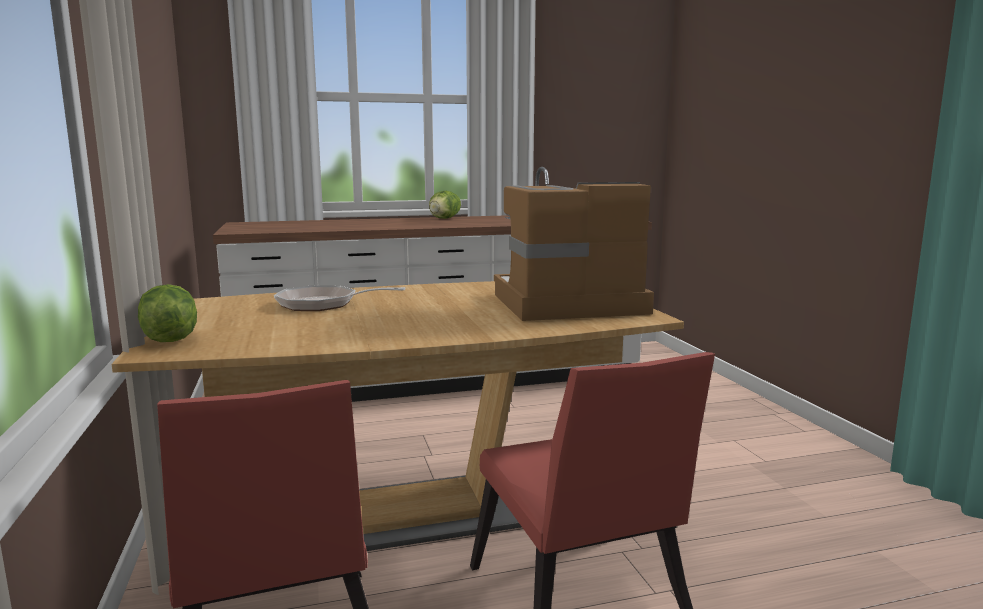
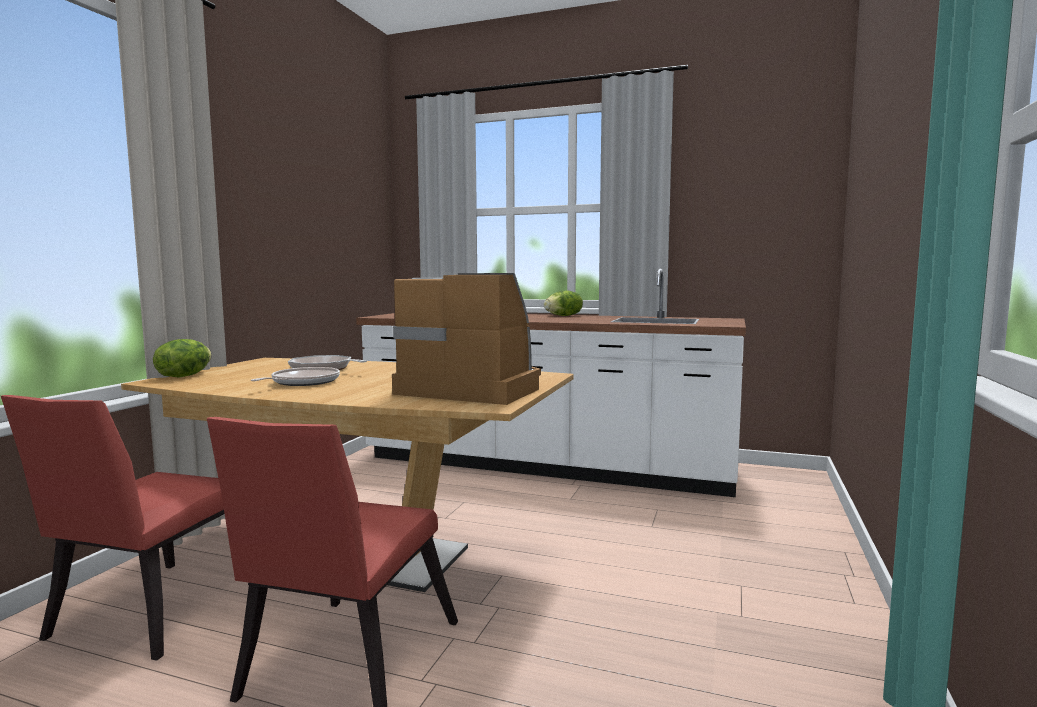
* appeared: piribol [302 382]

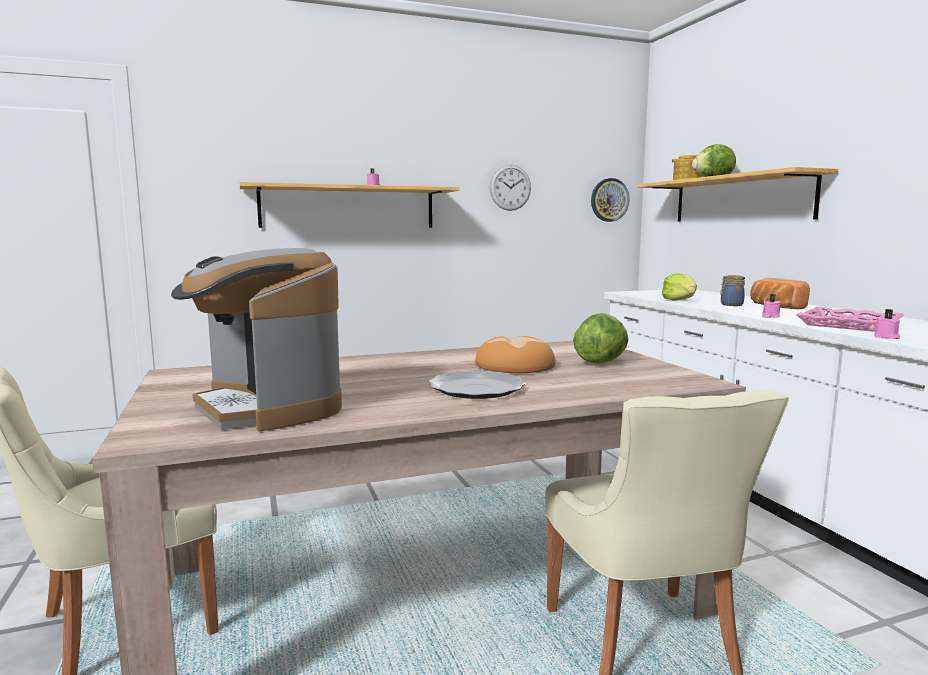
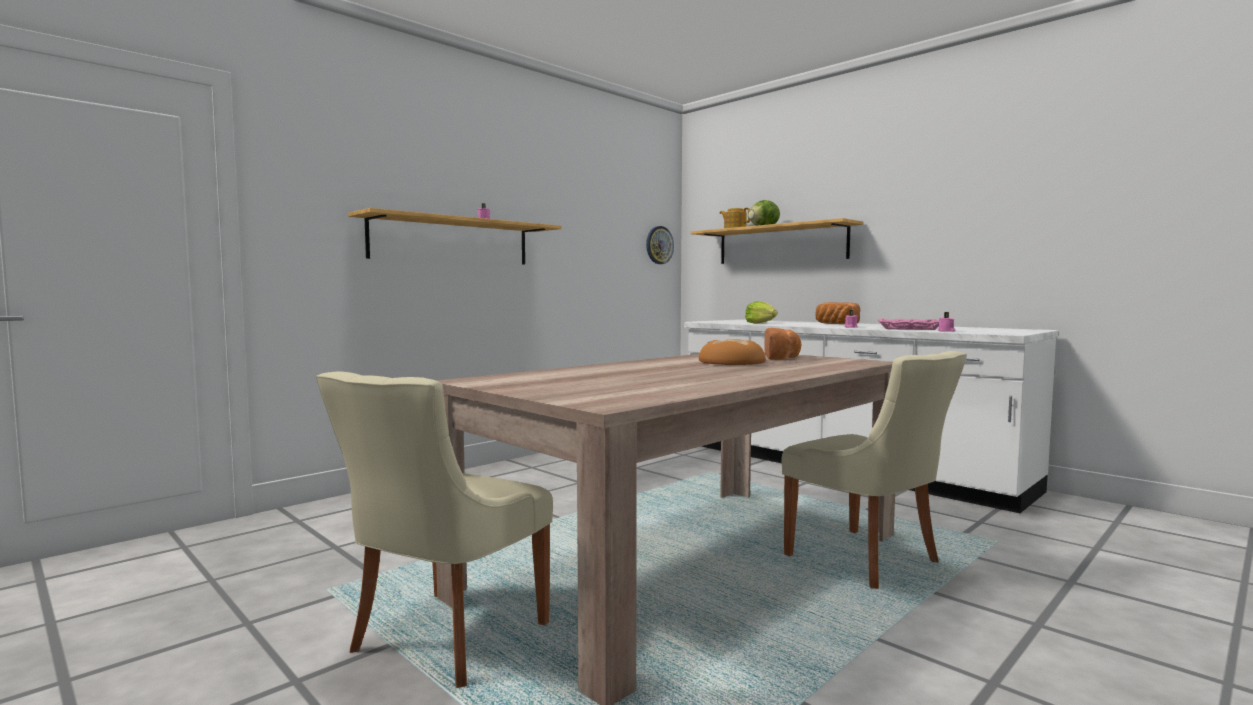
* missing: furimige [267 408]
* missing: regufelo [476 388]
* missing: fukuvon [510 187]
* missing: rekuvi [730 305]
* exchanged: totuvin [601 362] to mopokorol [782 358]

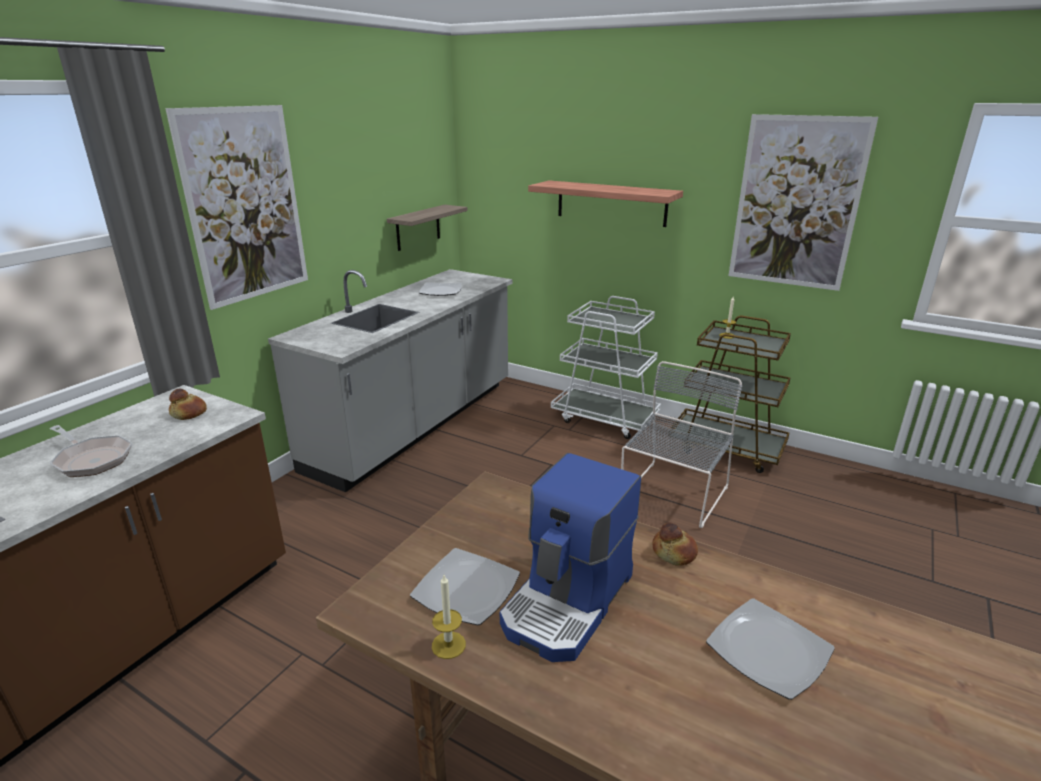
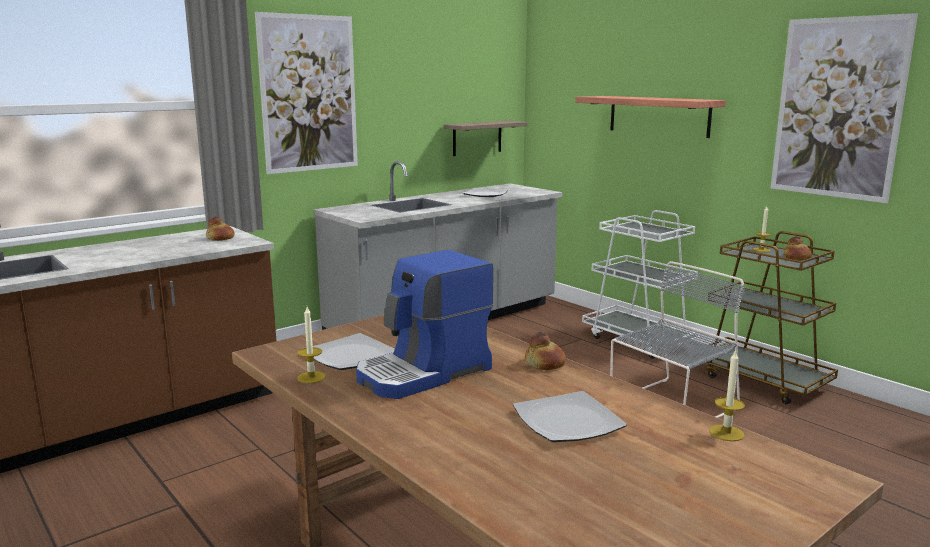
* missing: piribol [91 459]
* appeared: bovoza [726 433]
* appeared: mopokorol [797 257]

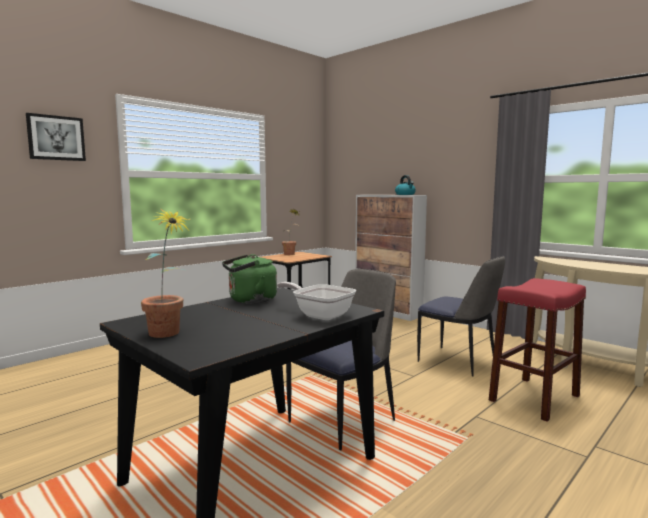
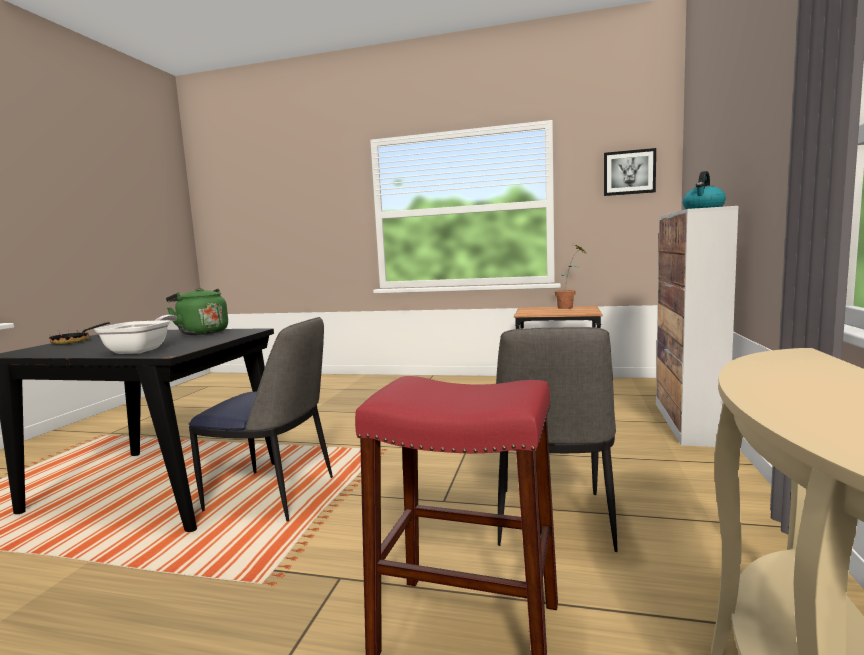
* relocated: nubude [56 138] to [629 172]
* exchanged: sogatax [168 335] to piribol [76 341]

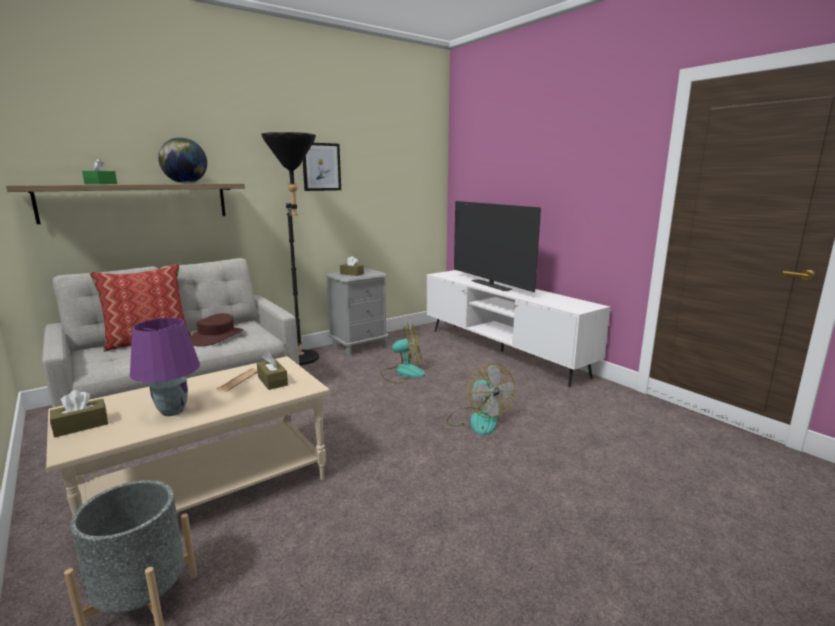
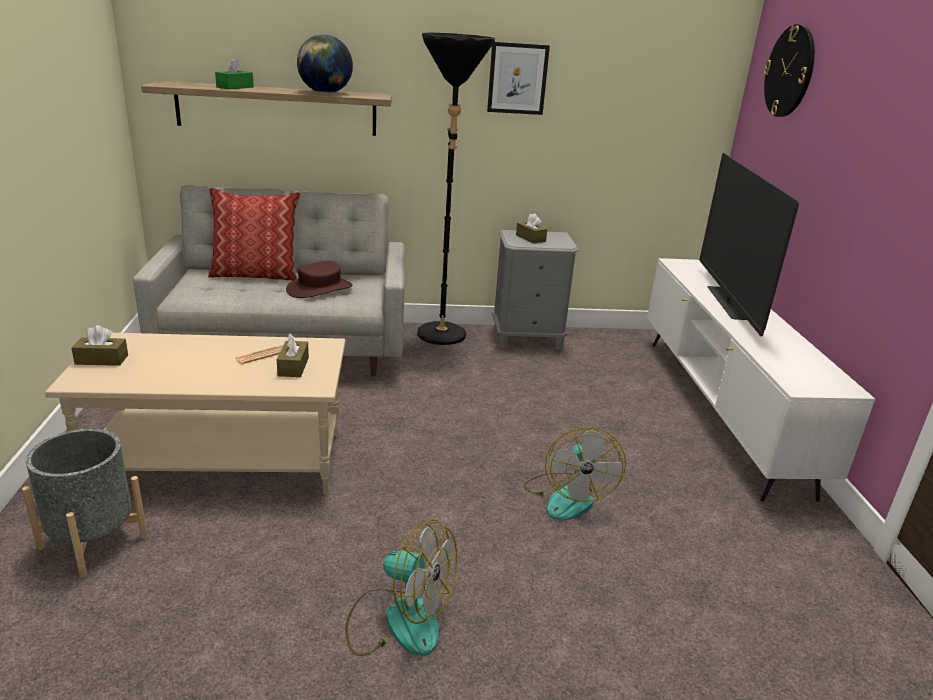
* missing: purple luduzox [172 411]
* appeared: fukuvon [789 71]
* relocated: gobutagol [403 373] to [398 620]

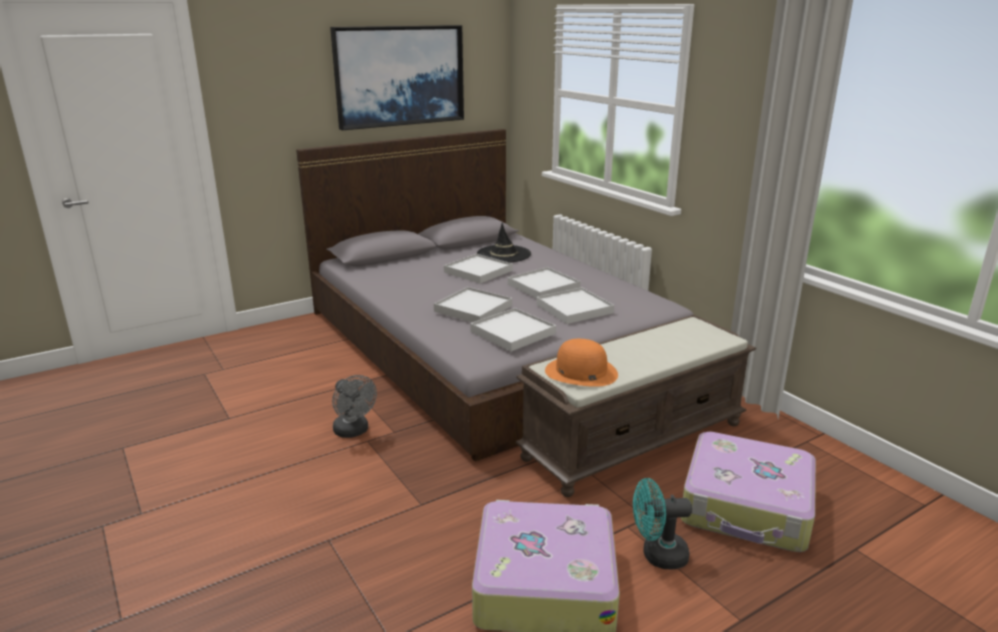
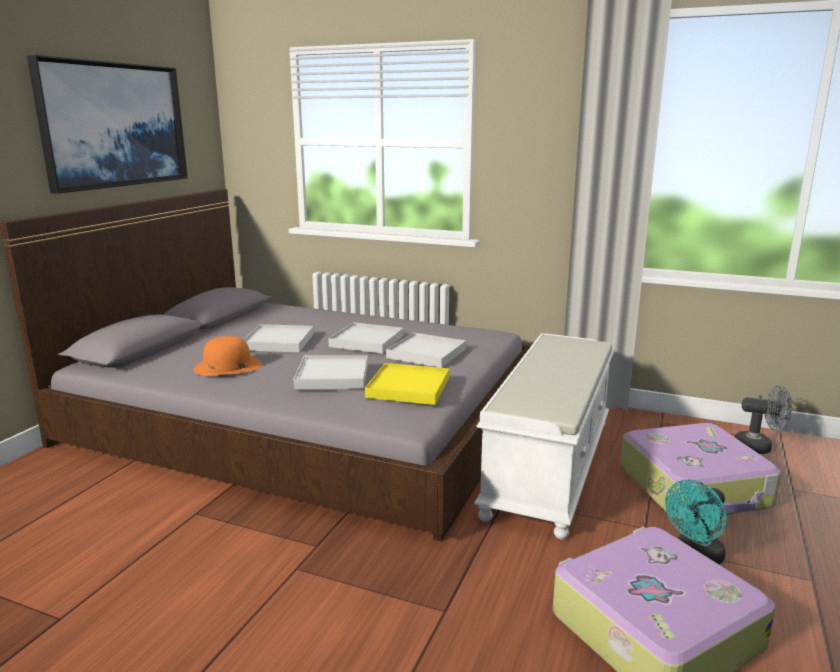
* missing: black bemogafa [504 254]
* relocated: grey gobutagol [354 432] to [758 447]
* relocated: orange bemogafa [580 372] to [227 366]
* colour: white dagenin [513 332] to yellow dagenin [408 387]
* colour: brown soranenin [633 439] to white soranenin [548 465]

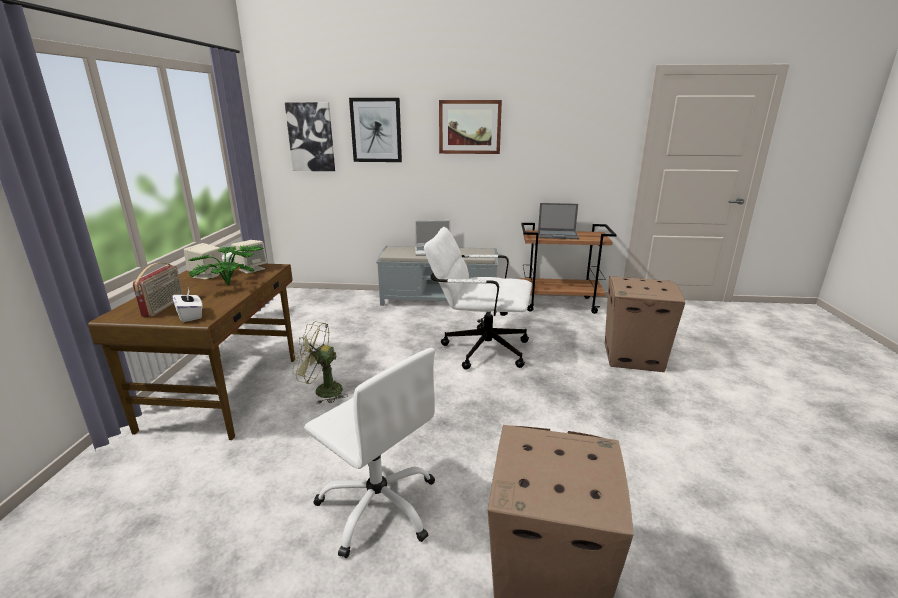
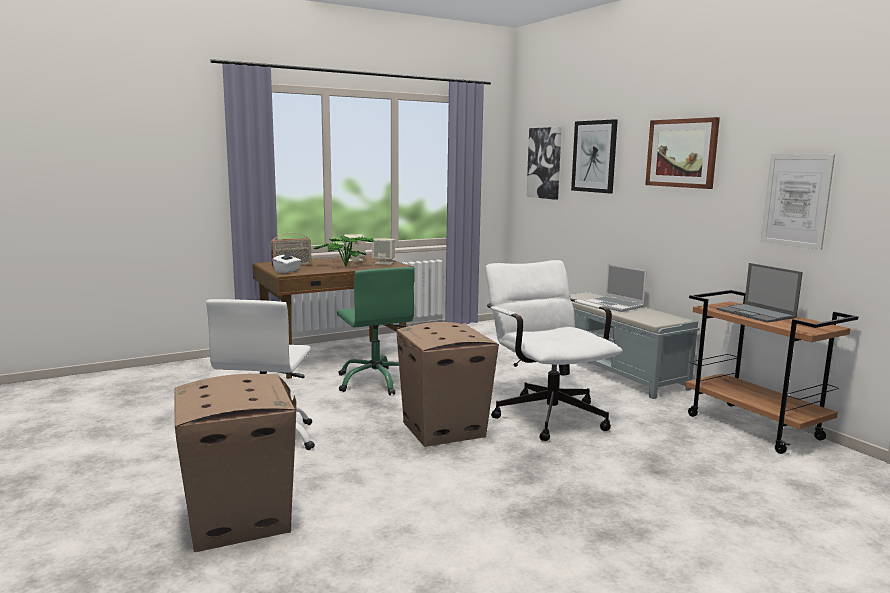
* appeared: nubude [796 200]
* relocated: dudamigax [634 357] to [444 429]
* exchanged: green gobutagol [322 391] to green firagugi [376 381]

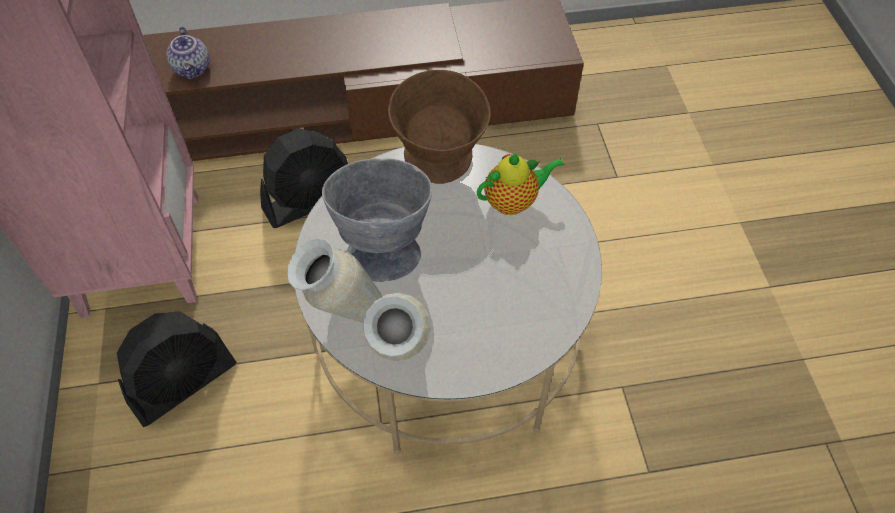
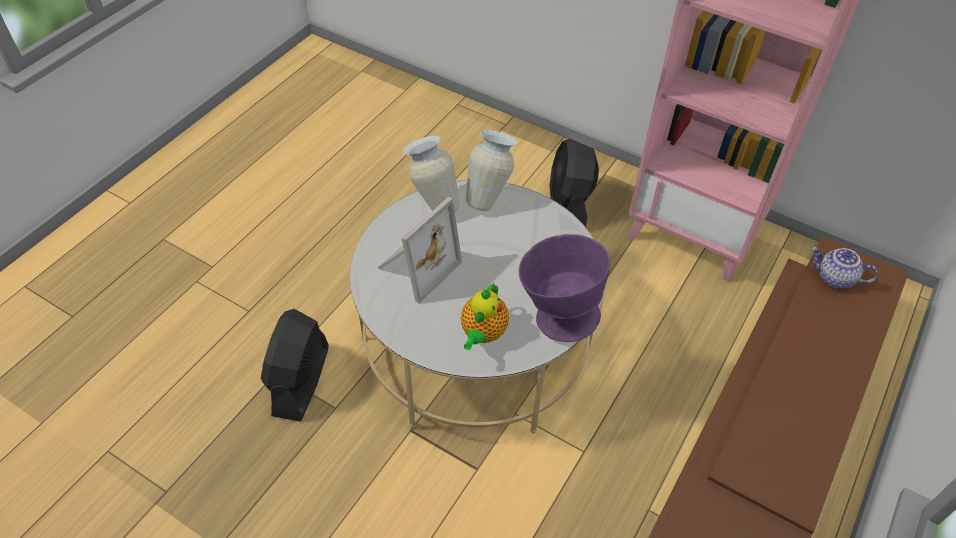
* missing: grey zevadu [383 246]
* appeared: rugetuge [416 266]
* relocated: black gobutagol [310 201] to [300 381]
* colour: brown zevadu [439 168] to purple zevadu [557 314]

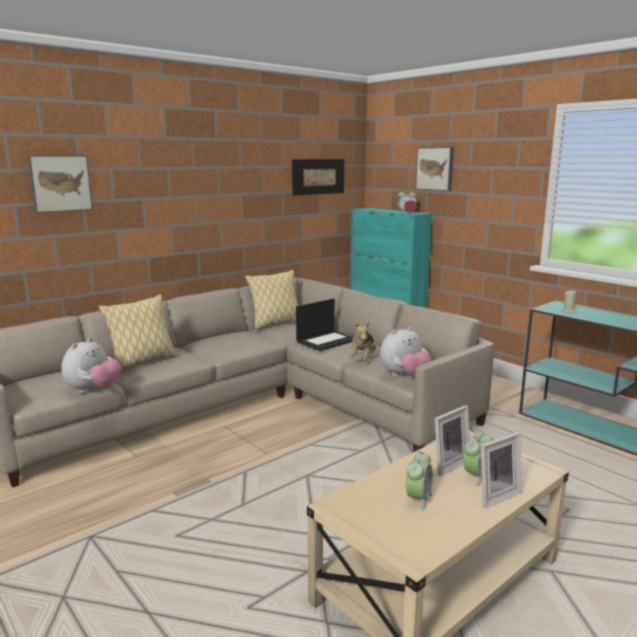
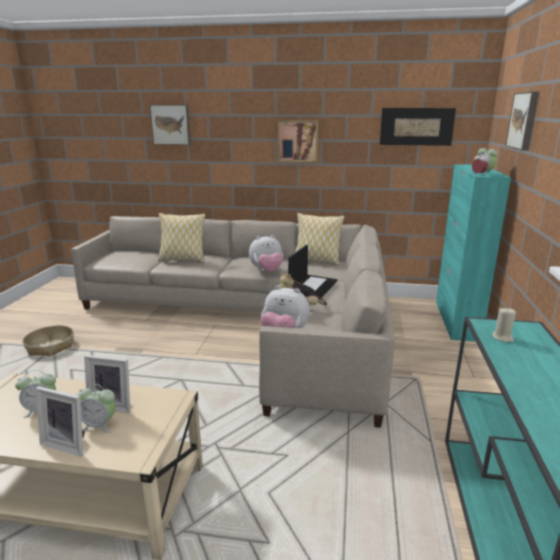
* appeared: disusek [50 347]
* appeared: nubude [298 141]
* relocated: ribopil [93 390] to [267 271]
* spun: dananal [327 340] = [312 285] 75 degrees counterclockwise

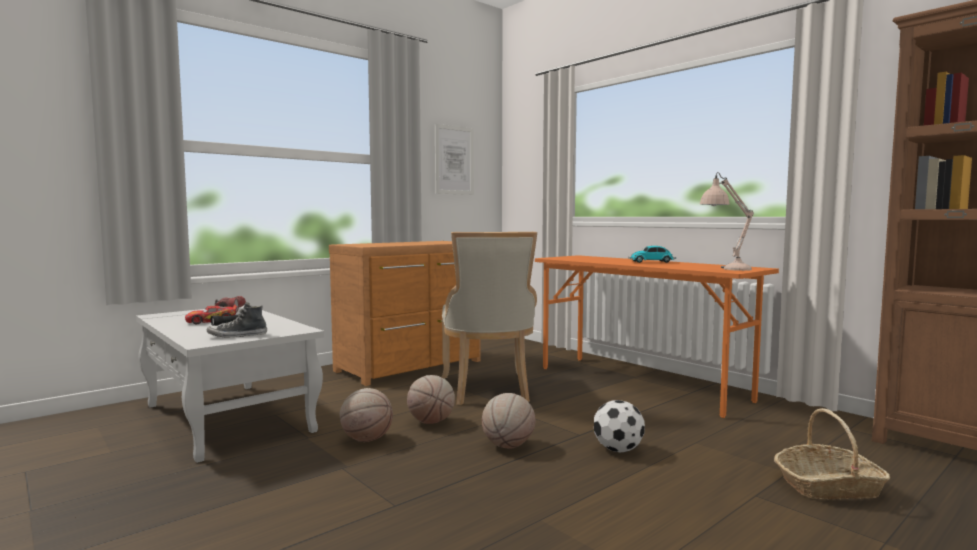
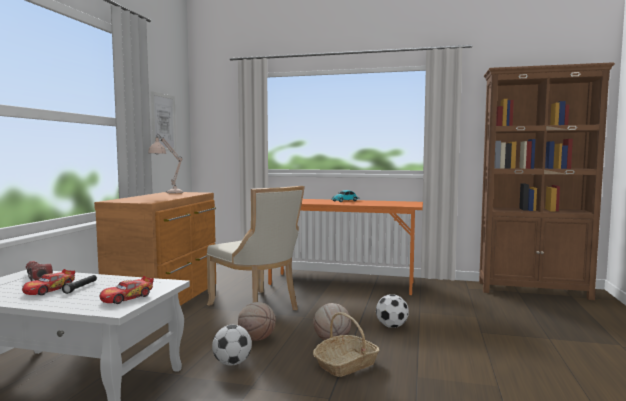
* relocated: beige luduzox [725 269] to [167 193]
* relocated: disusek [828 486] to [346 364]
* exchanged: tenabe [237 335] to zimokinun [127 297]
* exchanged: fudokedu [367 439] to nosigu [232 363]

